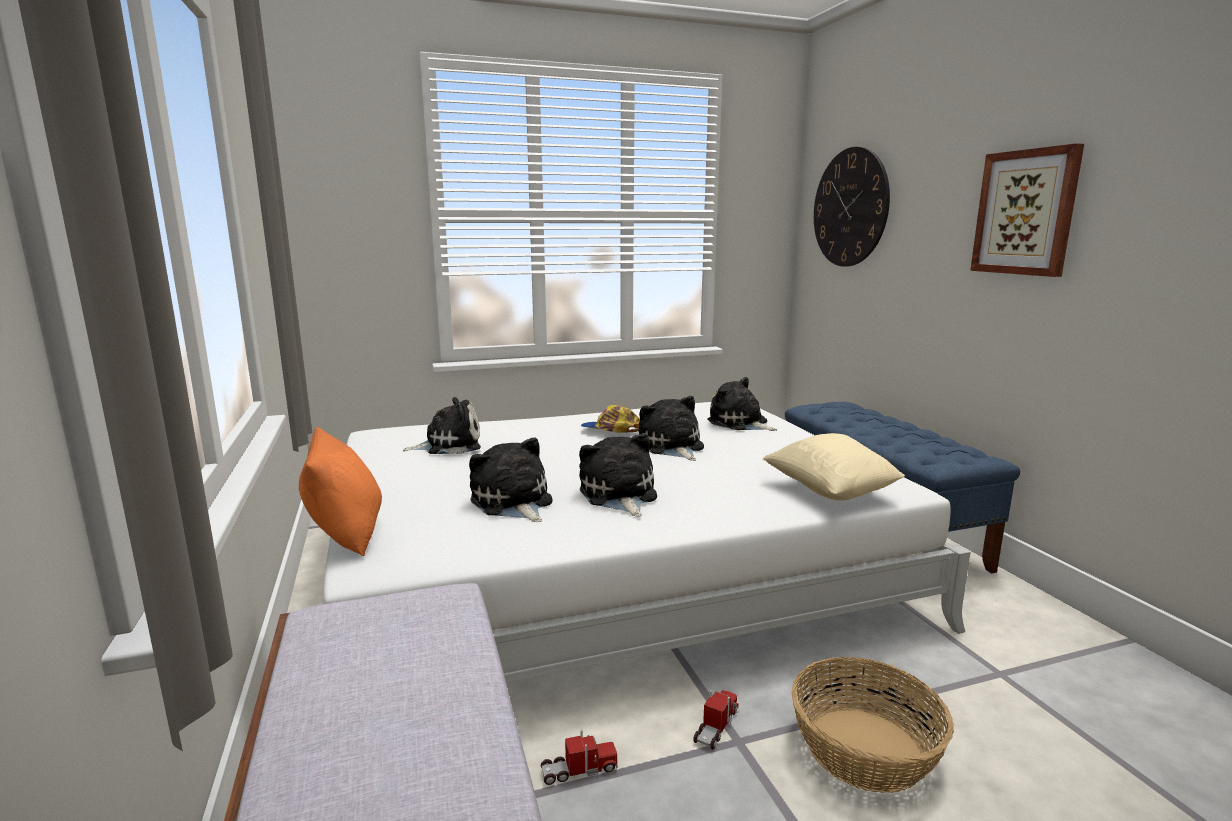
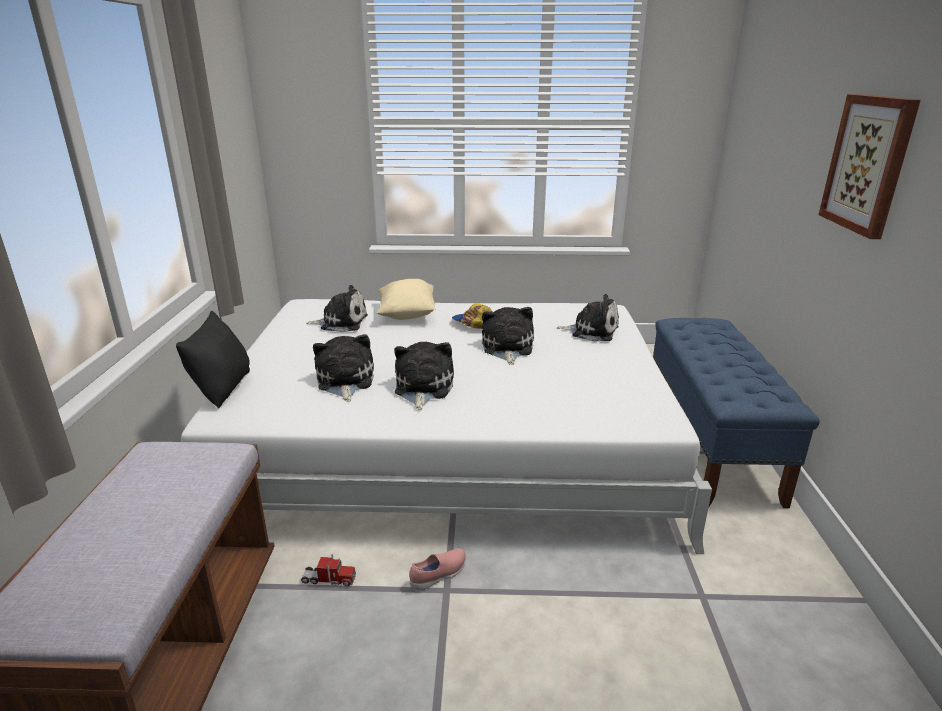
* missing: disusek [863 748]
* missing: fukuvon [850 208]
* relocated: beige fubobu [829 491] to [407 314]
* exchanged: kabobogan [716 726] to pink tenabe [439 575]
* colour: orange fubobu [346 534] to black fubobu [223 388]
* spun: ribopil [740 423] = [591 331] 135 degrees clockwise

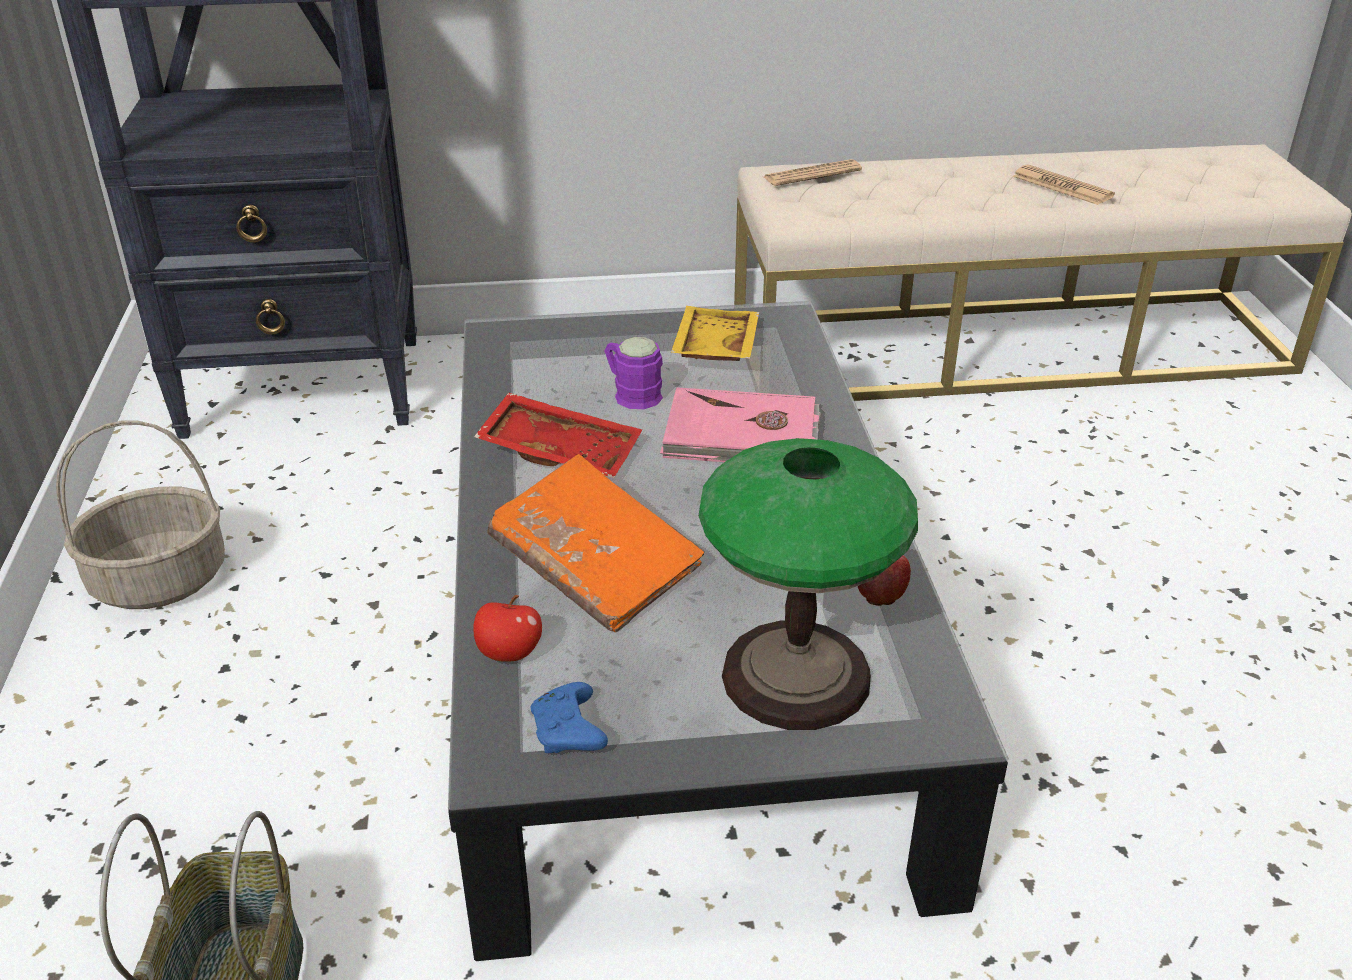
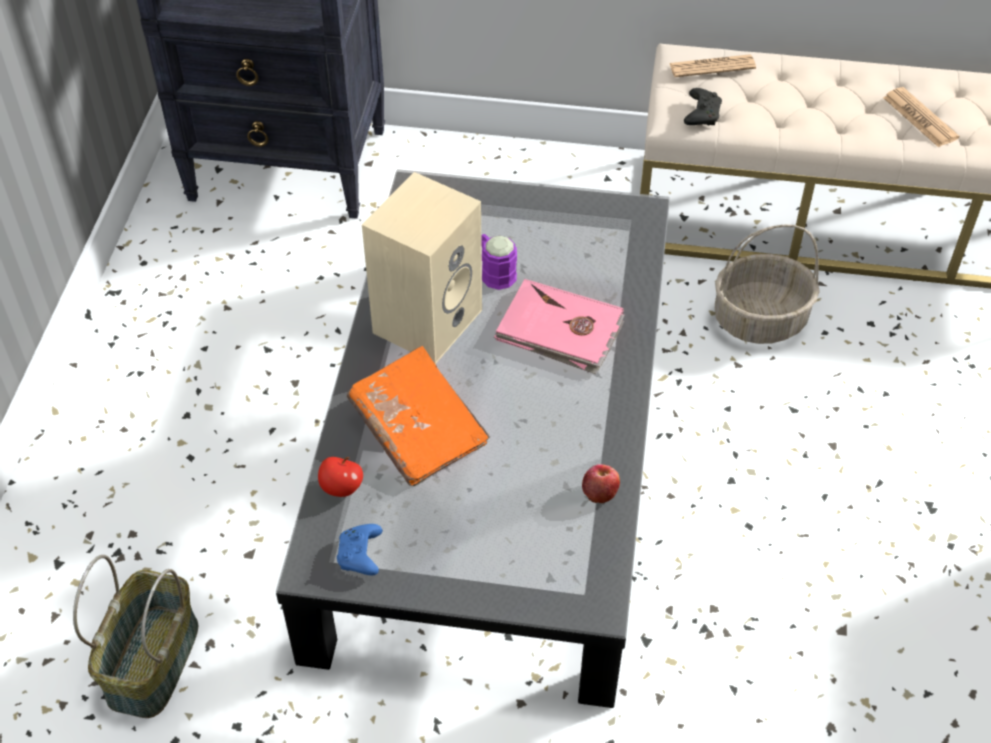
* missing: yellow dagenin [713 349]
* missing: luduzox [797 677]
* appeared: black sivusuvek [701 114]
* relocated: disusek [158 581] to [759 320]
* exchanged: red dagenin [561 451] to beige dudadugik [427 319]

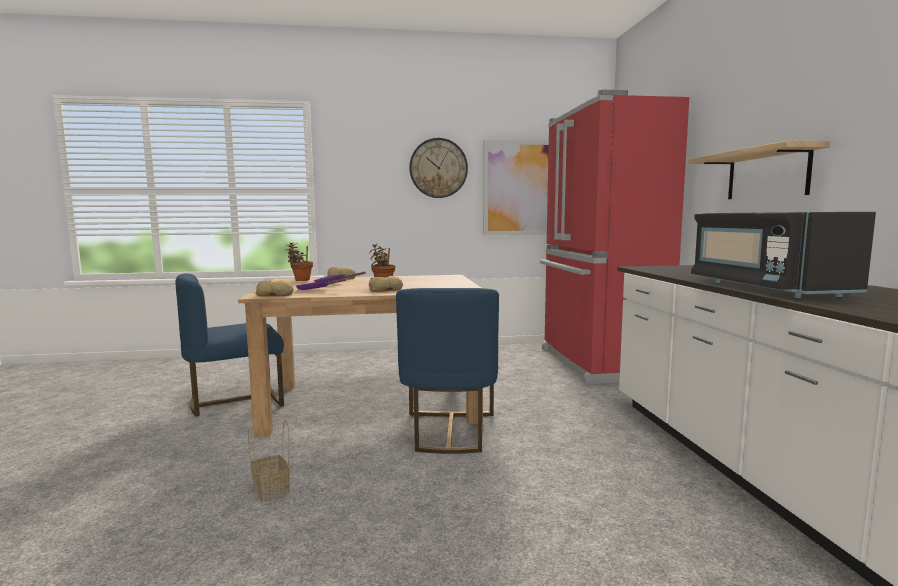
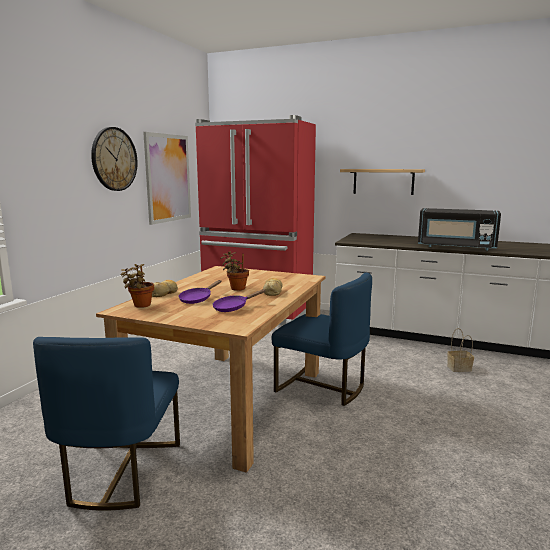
* missing: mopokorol [275 295]
* relocated: disusek [272 491] to [459 368]

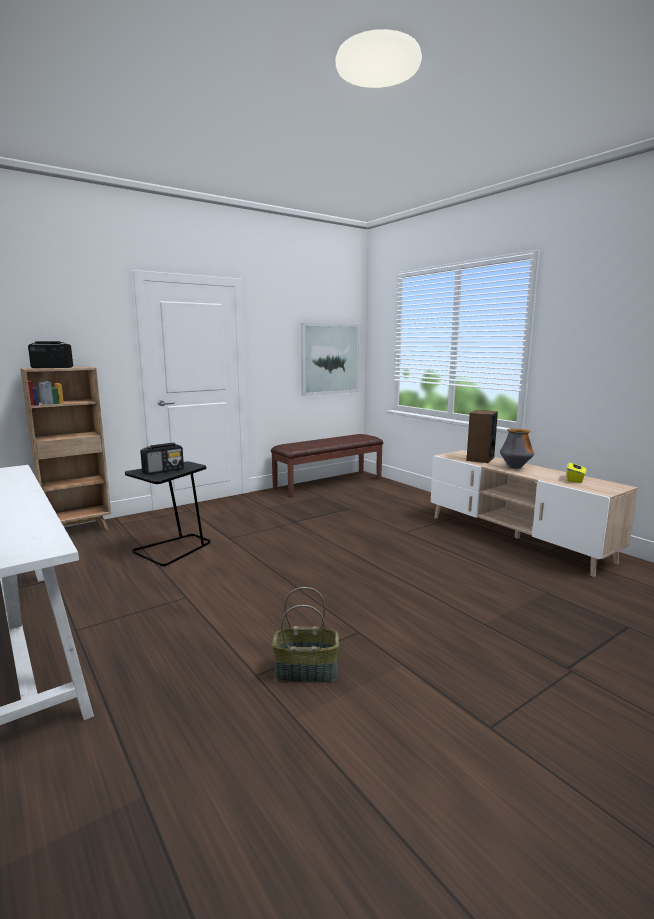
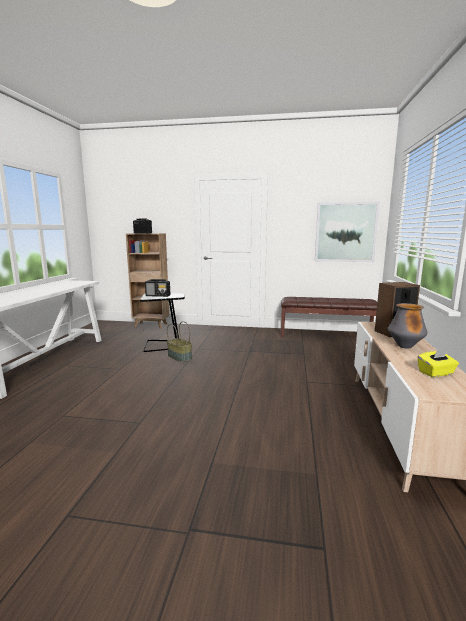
* relocated: disusek [307 671] to [180 357]

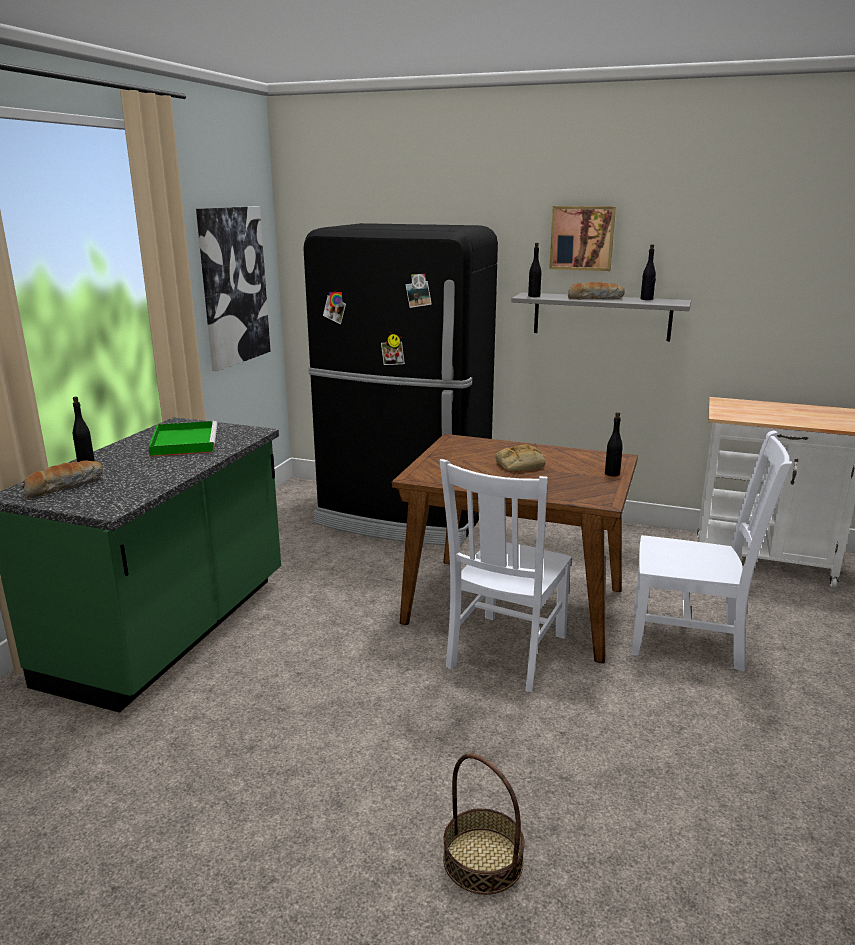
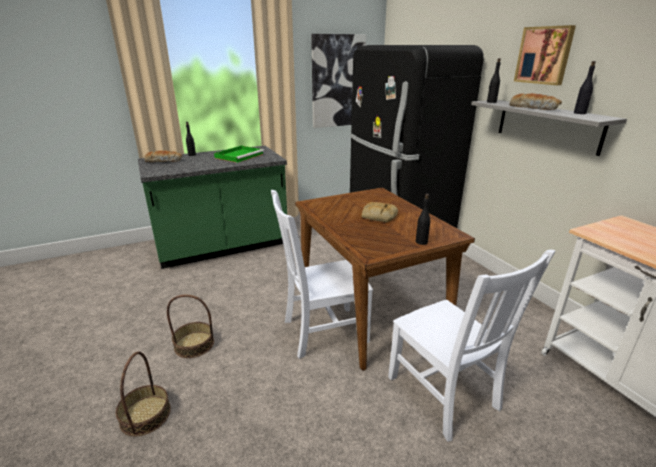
* appeared: disusek [194 344]

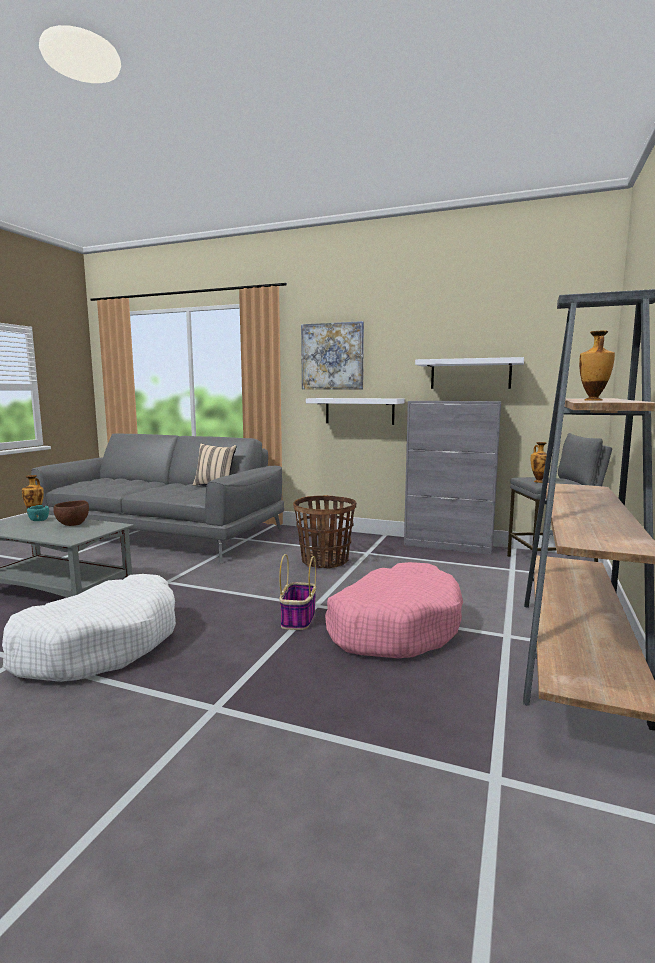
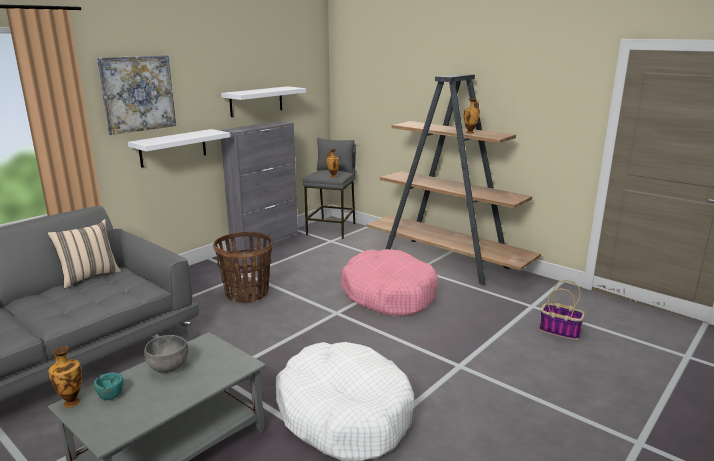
* relocated: disusek [298 619] to [560 331]
* colour: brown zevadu [72 524] to grey zevadu [168 368]

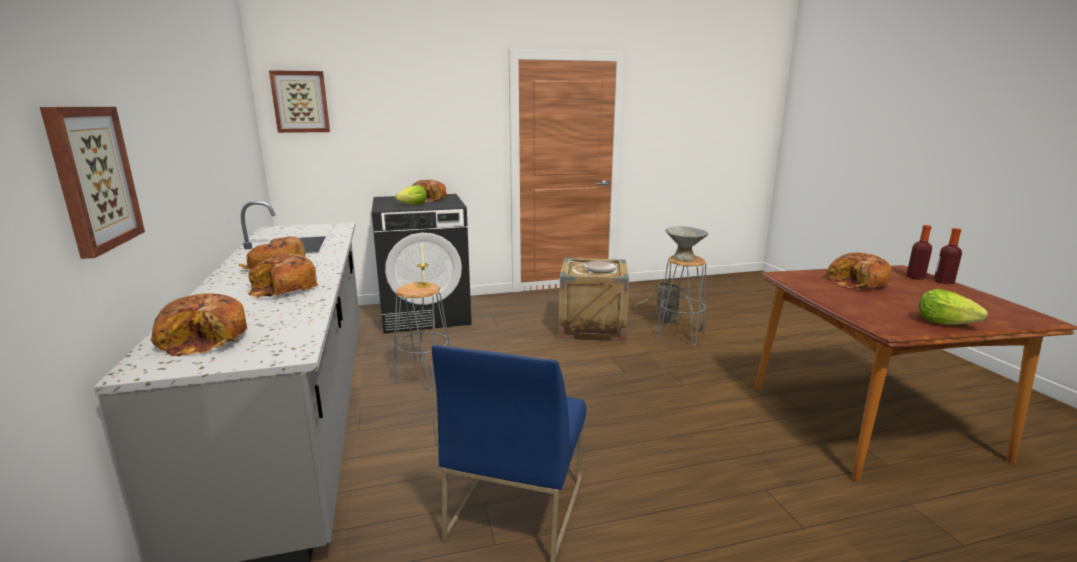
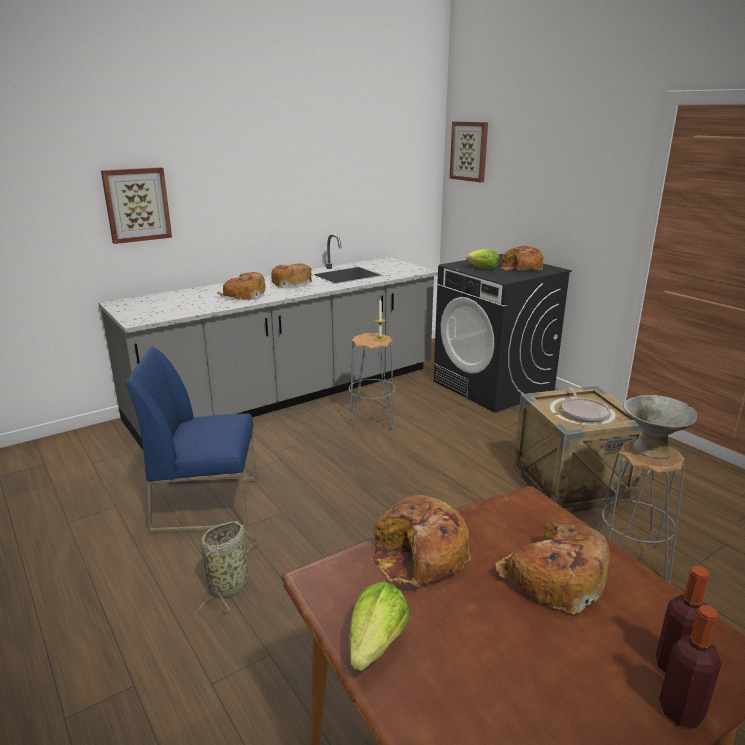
* relocated: mopokorol [206 339] to [419 556]
* relocated: disusek [665 318] to [230 584]

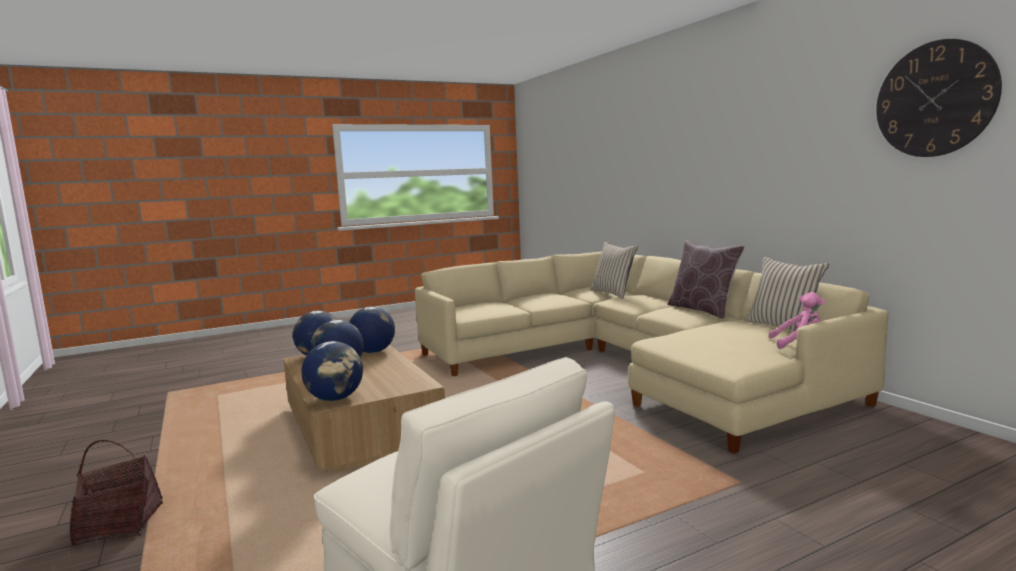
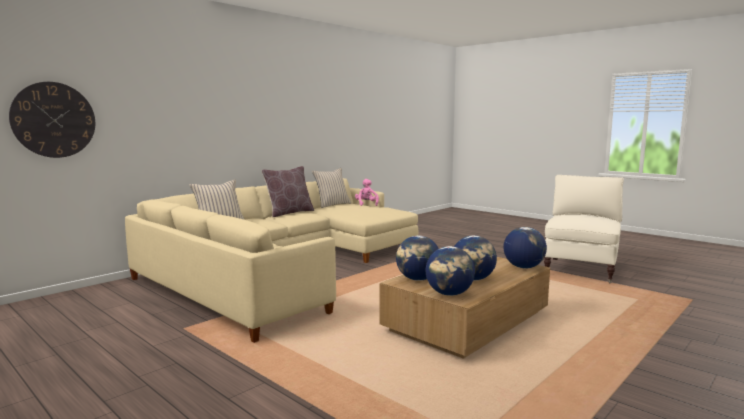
* missing: disusek [119 524]
* relocated: fukuvon [934 99] to [54 120]

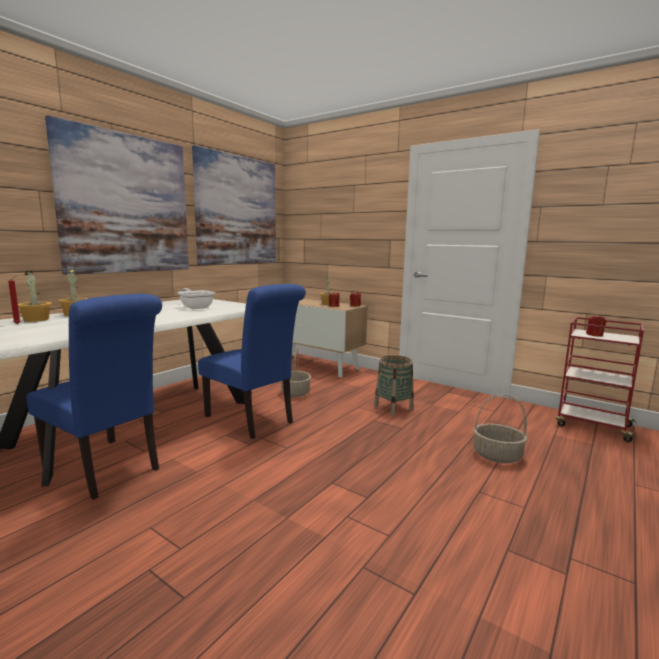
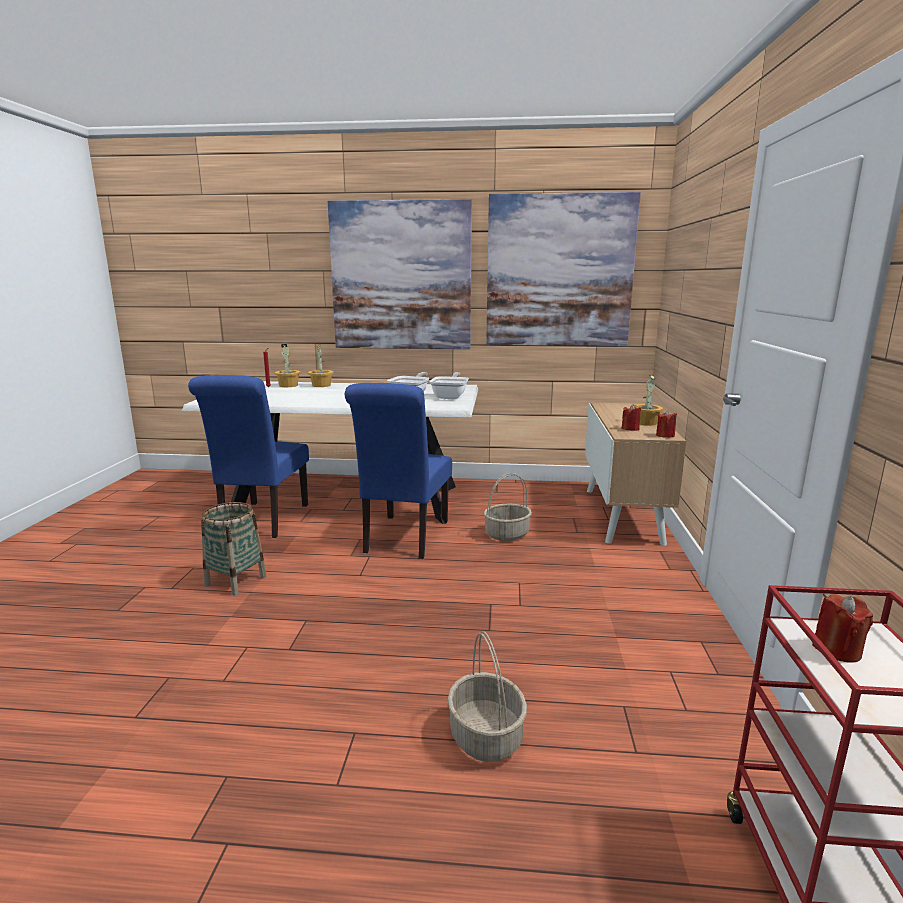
* appeared: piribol [450 396]
* relocated: disusek [393 408] to [236 581]

